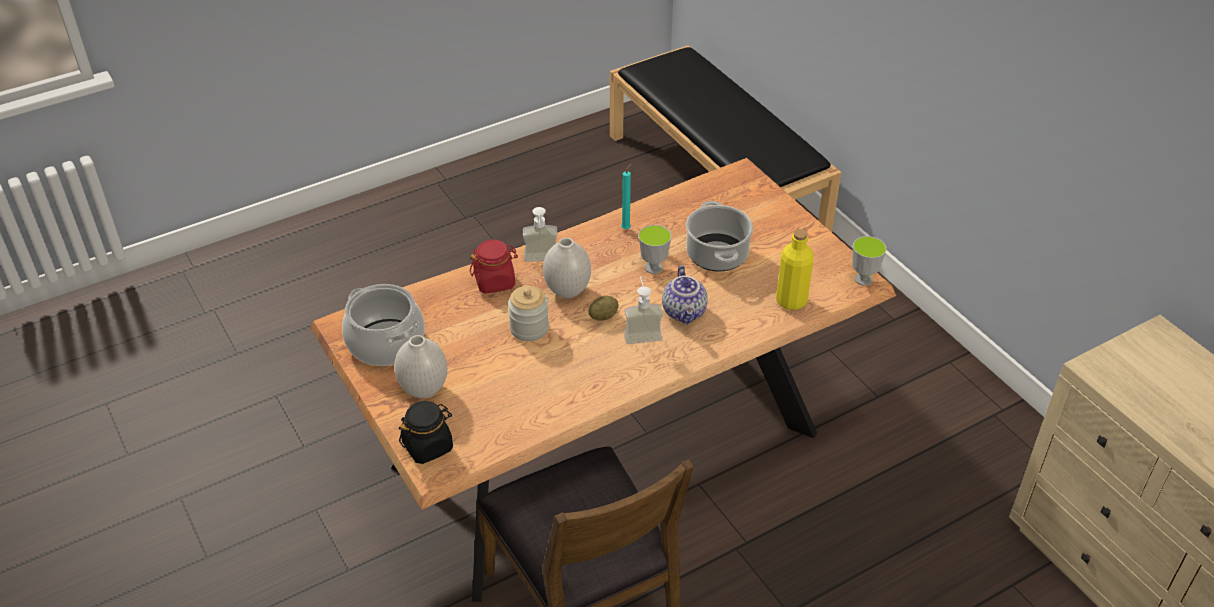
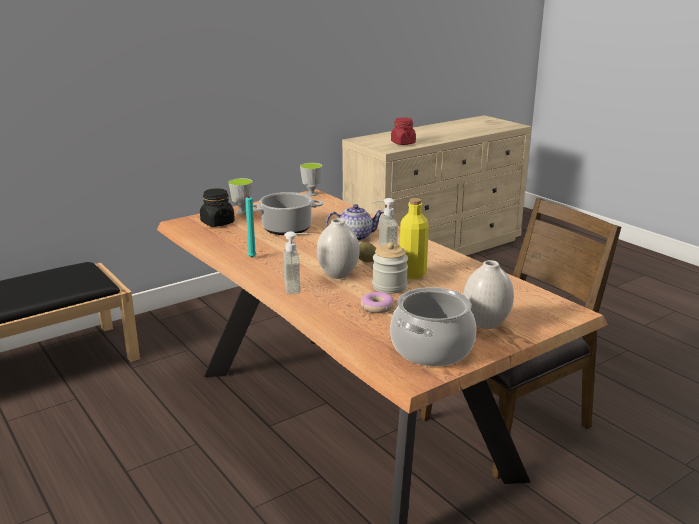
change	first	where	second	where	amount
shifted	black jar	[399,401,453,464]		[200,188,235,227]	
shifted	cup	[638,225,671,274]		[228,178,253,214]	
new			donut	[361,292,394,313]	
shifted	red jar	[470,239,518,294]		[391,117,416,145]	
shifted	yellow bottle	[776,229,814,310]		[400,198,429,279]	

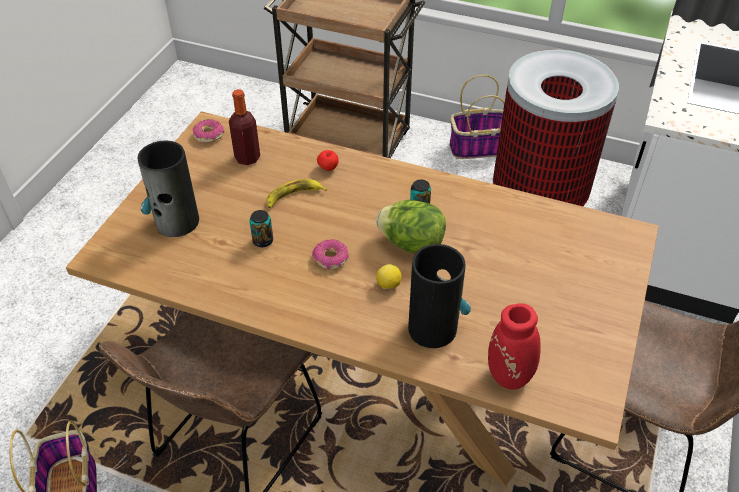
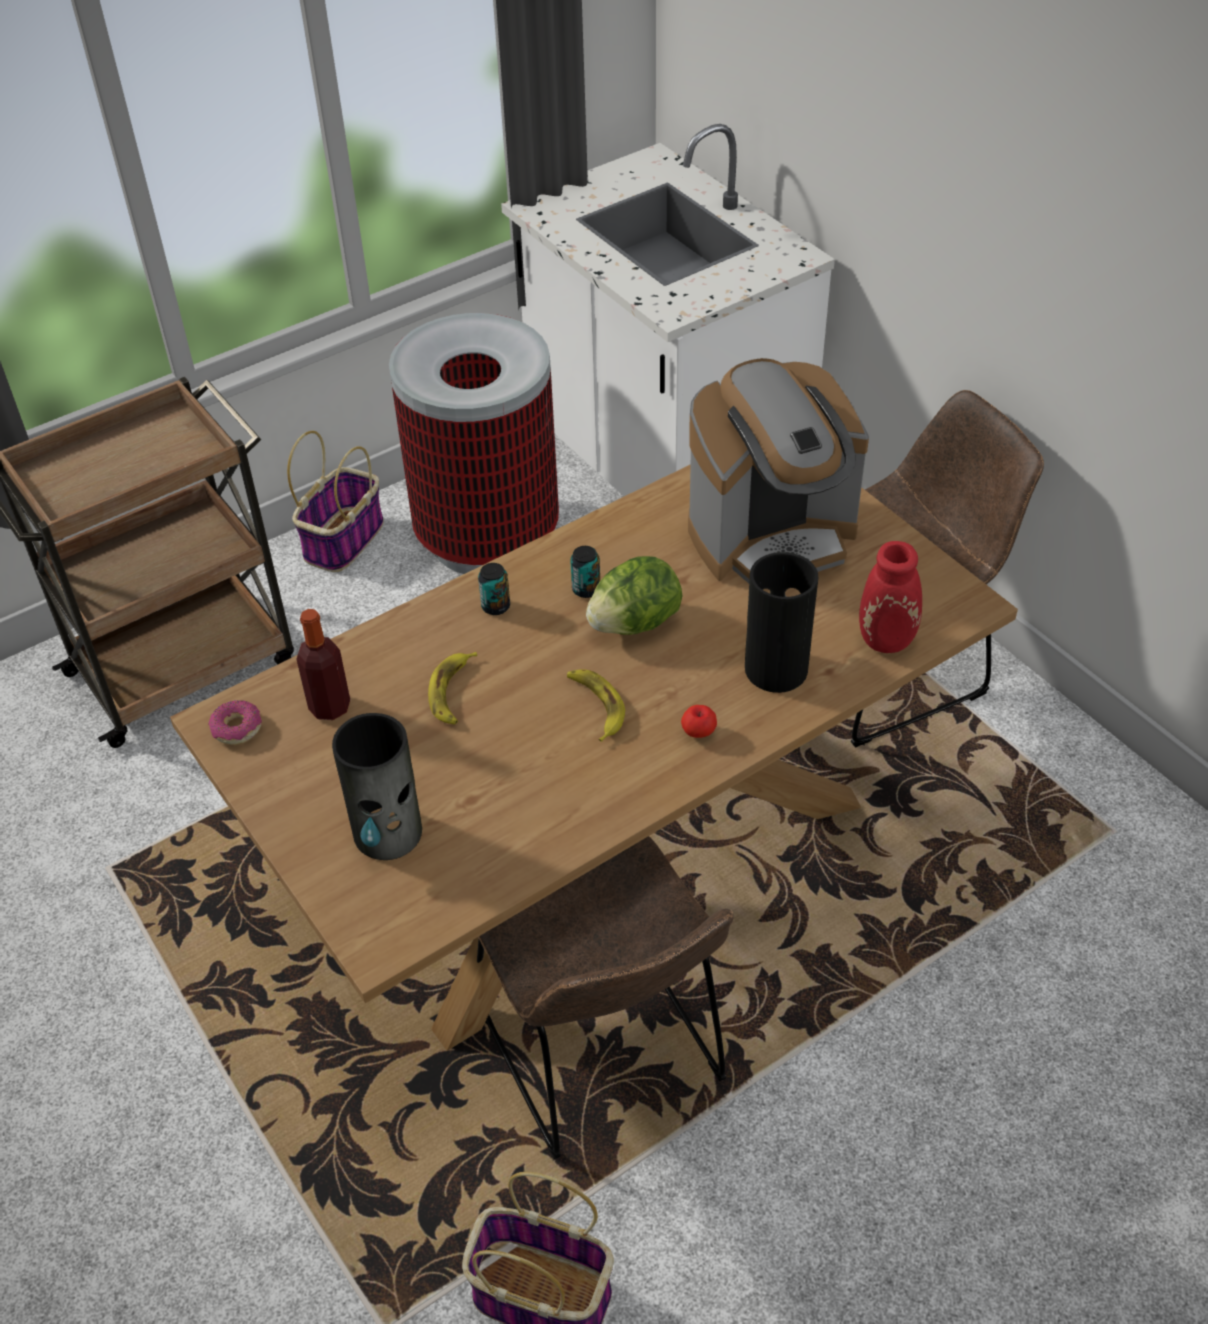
change	first	where	second	where	amount
shifted	can	[249,210,273,247]		[478,563,510,615]	
swapped	donut	[312,239,349,269]	banana	[567,669,625,742]	
shifted	apple	[317,150,339,171]		[681,705,717,738]	
new			coffee machine	[688,358,869,583]	
gone	lemon	[376,264,402,289]			

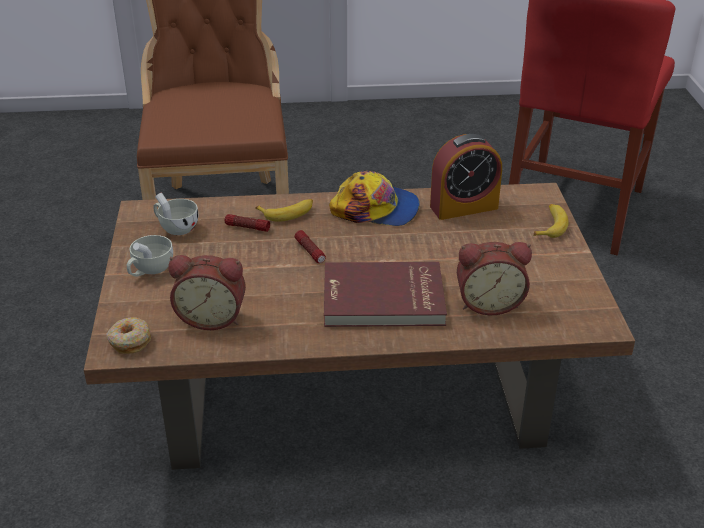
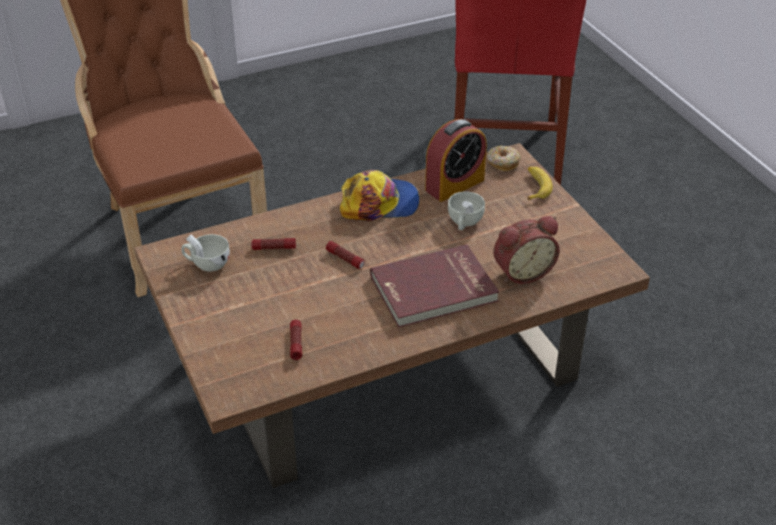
change	first	where	second	where	amount
swapped	alarm clock	[168,255,246,330]	flashlight	[290,320,302,360]	
shifted	white cup	[127,235,173,277]		[448,191,485,230]	
shifted	donut	[107,317,151,354]		[487,146,521,171]	
gone	banana	[255,199,313,222]			

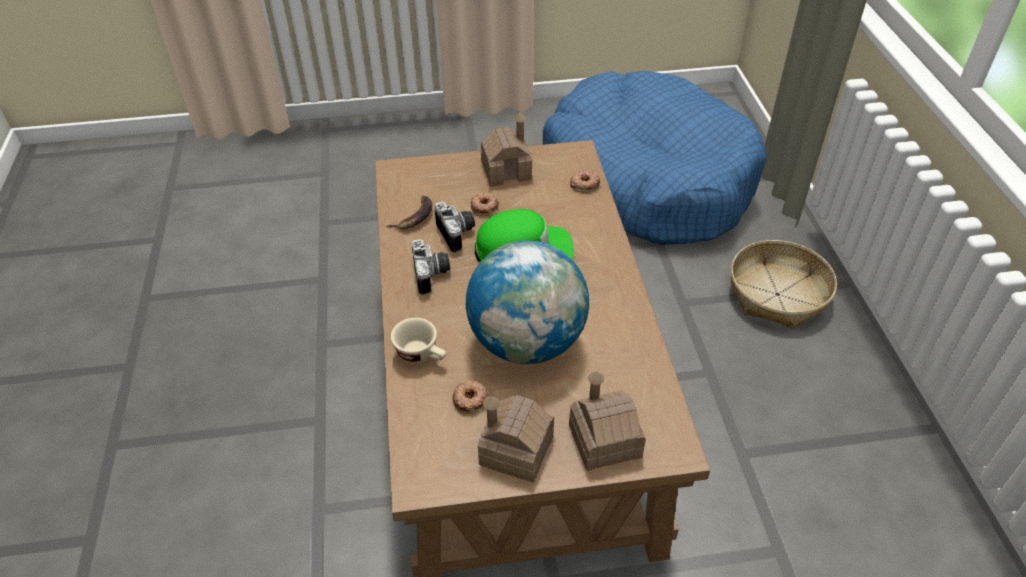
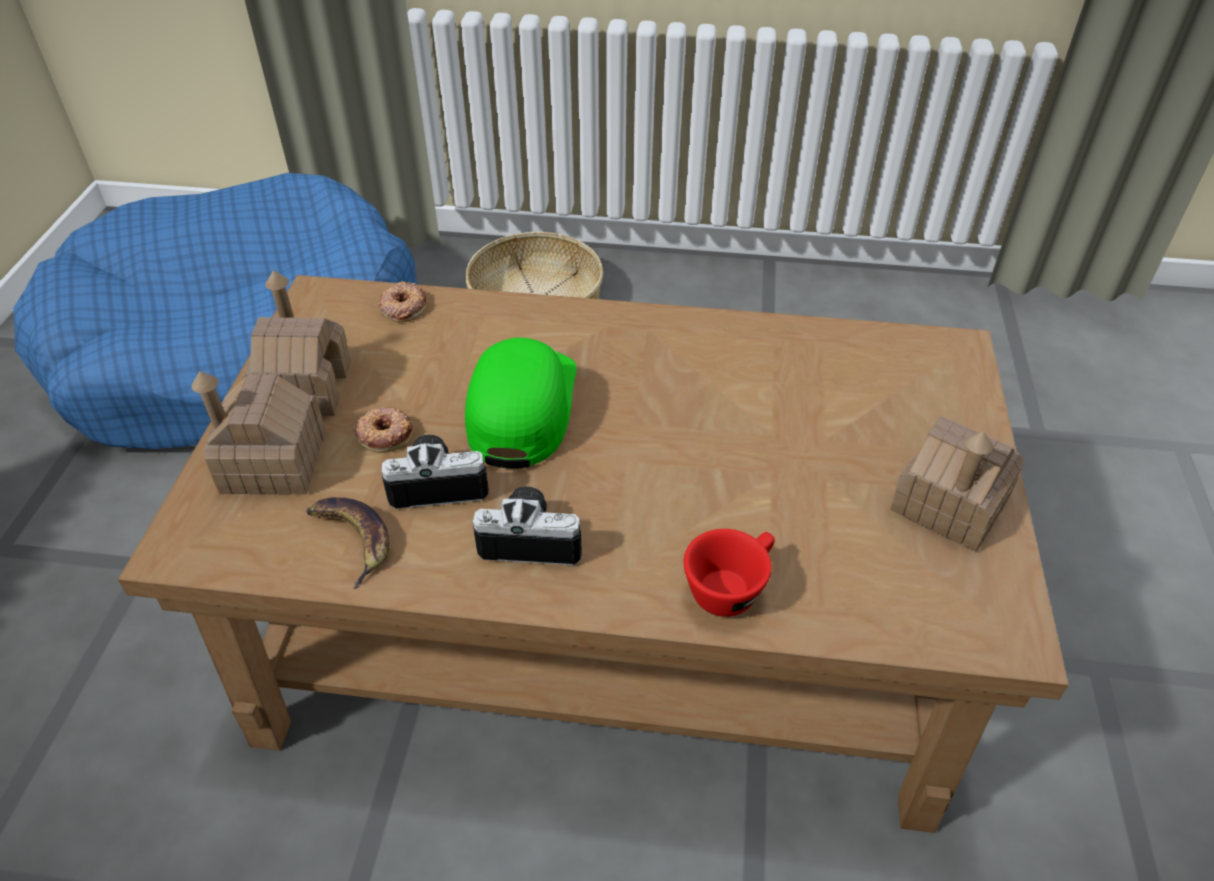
change	first	where	second	where	amount
shifted	toy house	[569,371,646,471]		[191,371,326,494]	
repainted	beige cup	[391,318,447,364]	red cup	[684,529,775,617]	
gone	donut	[453,380,488,414]			
gone	globe	[466,240,589,364]			

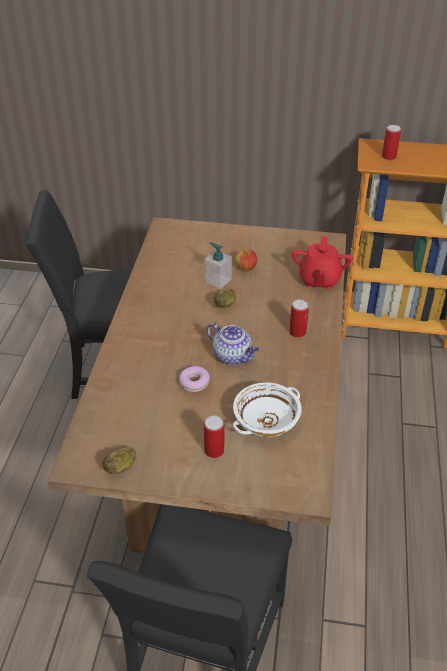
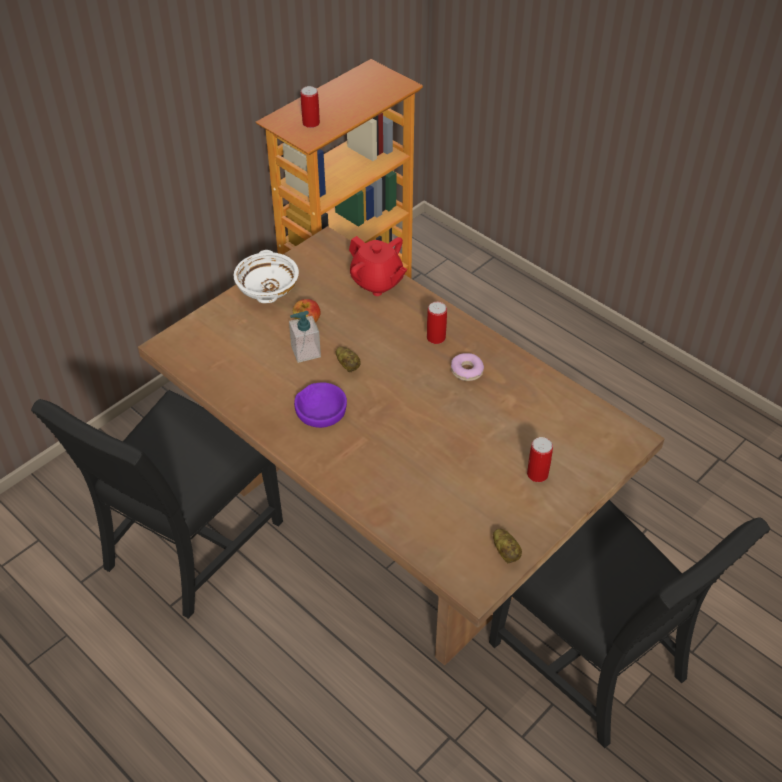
change	first	where	second	where	amount
shifted	white bowl	[233,382,302,437]		[233,250,299,303]	
new			purple bowl	[294,383,347,428]	
shifted	donut	[179,366,210,392]		[451,353,484,381]	
gone	teapot	[207,323,259,365]			

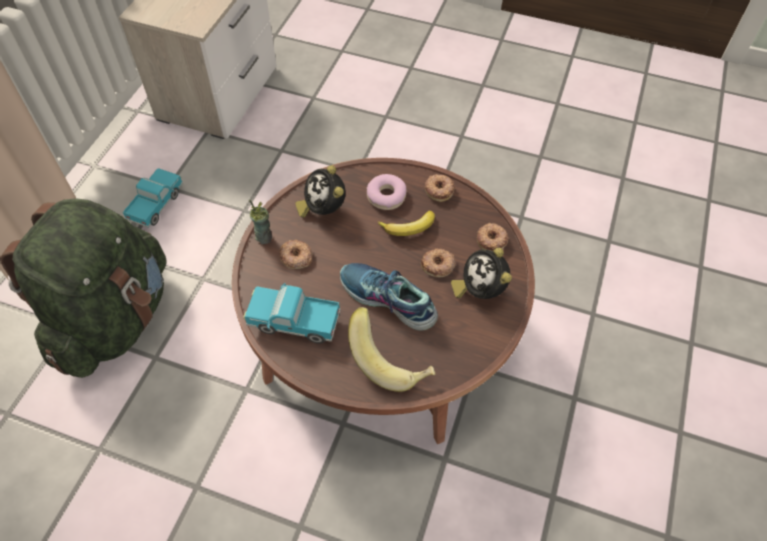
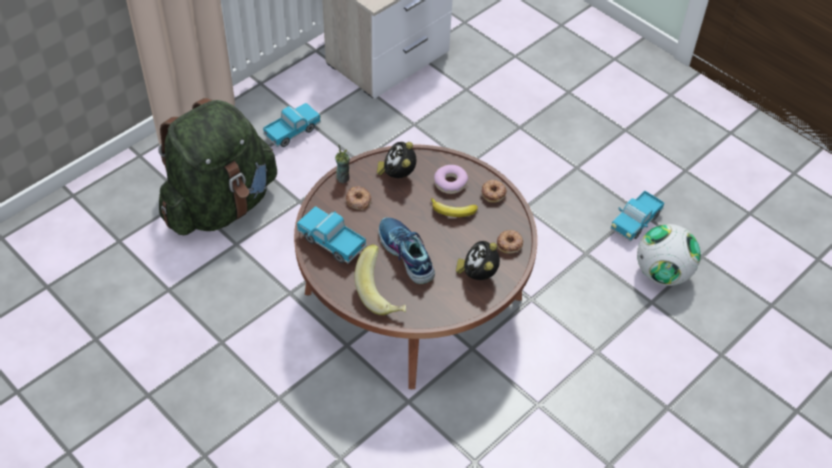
change	first	where	second	where	amount
new			toy truck	[610,191,664,242]	
new			football	[637,224,701,286]	
gone	donut	[421,249,456,277]			

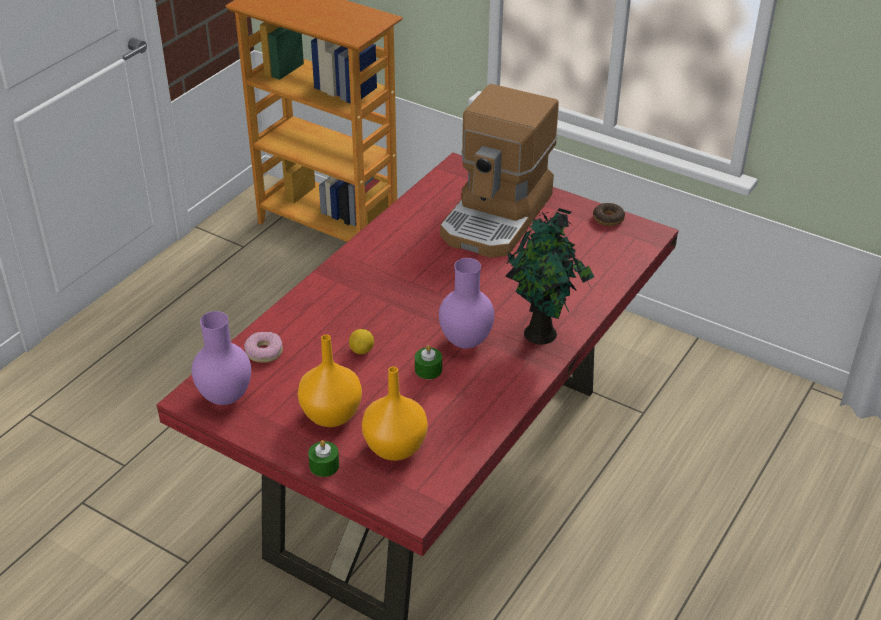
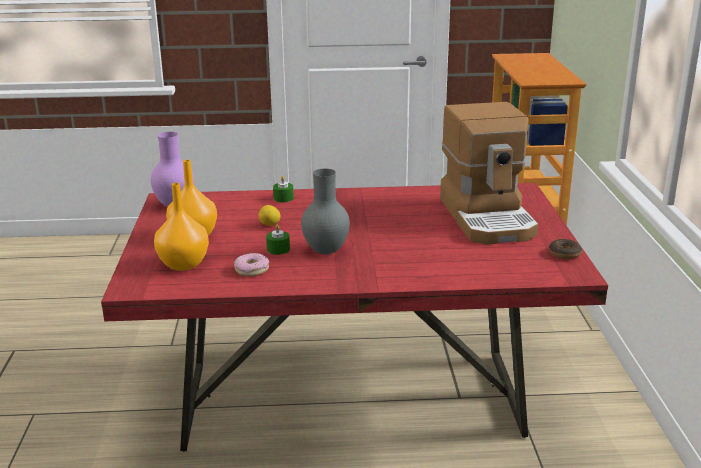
change	first	where	second	where	amount
shifted	donut	[244,332,283,363]		[234,253,269,277]	
shifted	green candle	[308,440,339,477]		[273,176,294,202]	
repainted	purple vase	[439,258,494,349]	grey vase	[301,169,350,255]	
rotated	coffee machine	[440,84,559,258]		[440,102,538,245]	90 degrees counterclockwise
gone	potted plant	[506,208,594,345]			

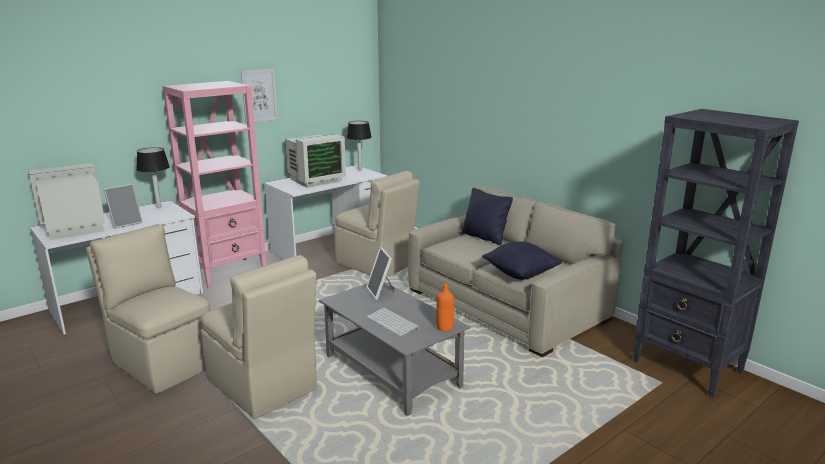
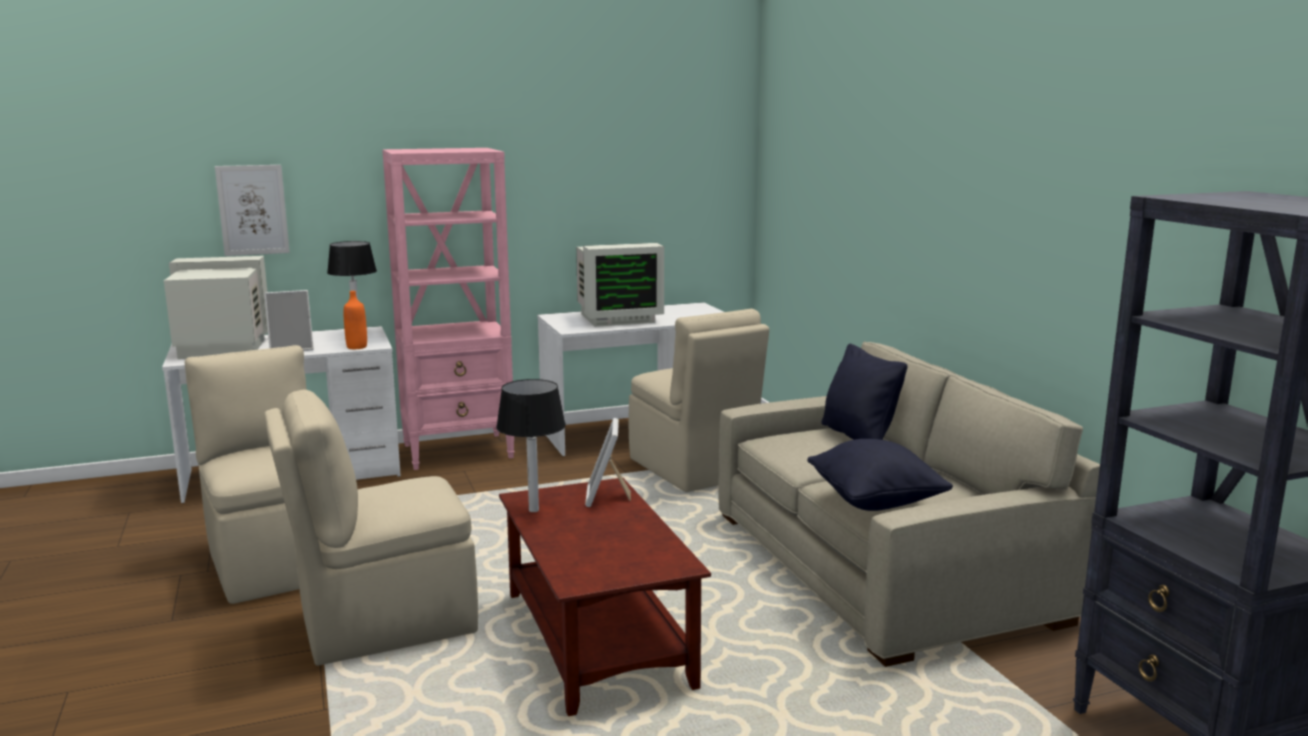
change	first	where	second	where	amount
shifted	picture	[241,69,278,123]		[215,165,290,256]	
rotated	beige chair	[201,255,317,419]		[264,389,478,666]	90 degrees clockwise
shifted	orange bottle	[436,284,454,331]		[344,291,367,349]	
shifted	table lamp	[346,121,372,170]		[496,379,566,512]	
repainted	grey coffee table	[319,281,470,416]	brown coffee table	[499,478,711,716]	
gone	keyboard	[366,307,420,337]			

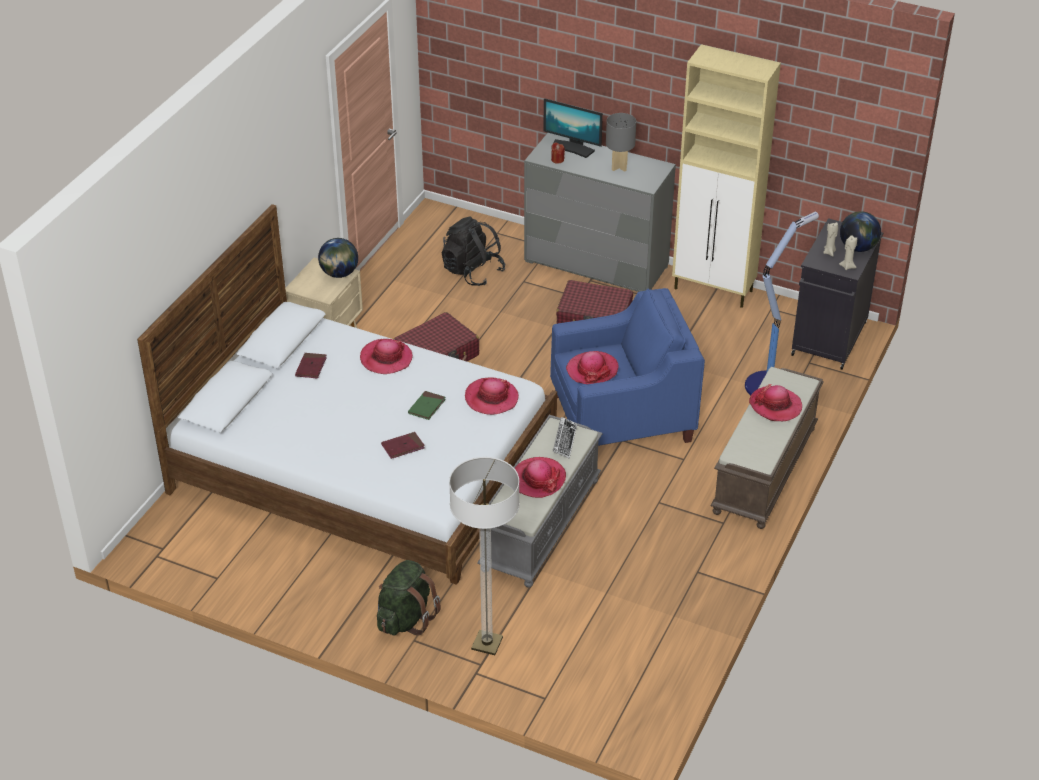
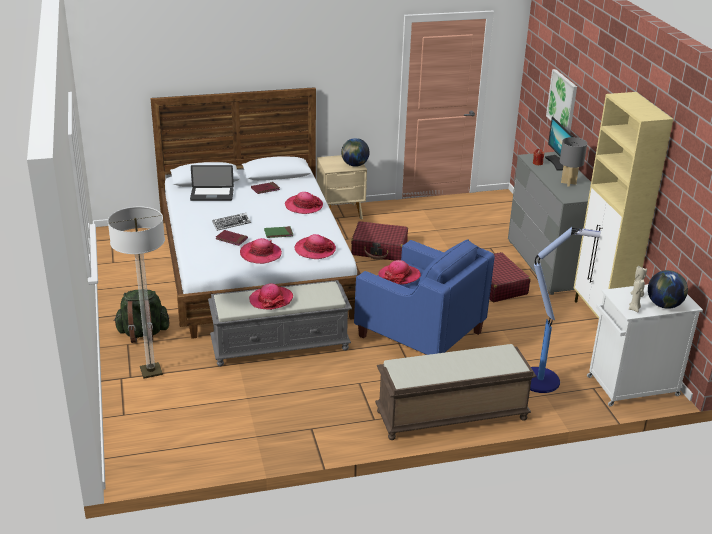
change	first	where	second	where	amount
new			laptop	[190,165,234,201]	
shifted	keyboard	[553,417,577,459]		[212,213,251,231]	
shifted	hat	[749,384,802,421]		[240,238,282,264]	
new			picture	[546,69,577,132]	
repainted	black cabinet	[791,218,883,370]	white cabinet	[587,284,703,407]	
gone	black backpack	[442,216,505,286]			

